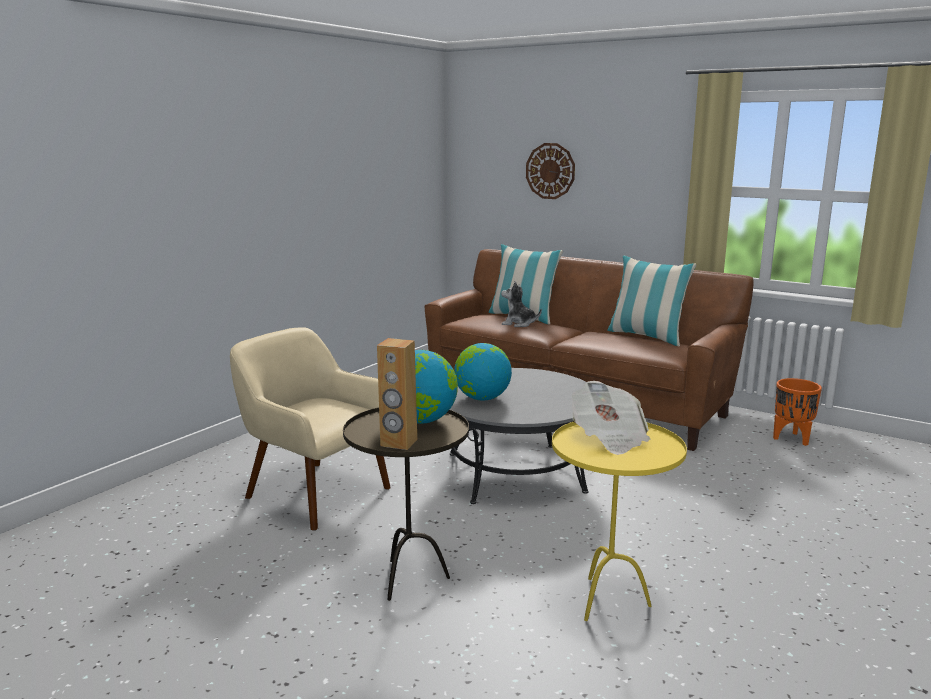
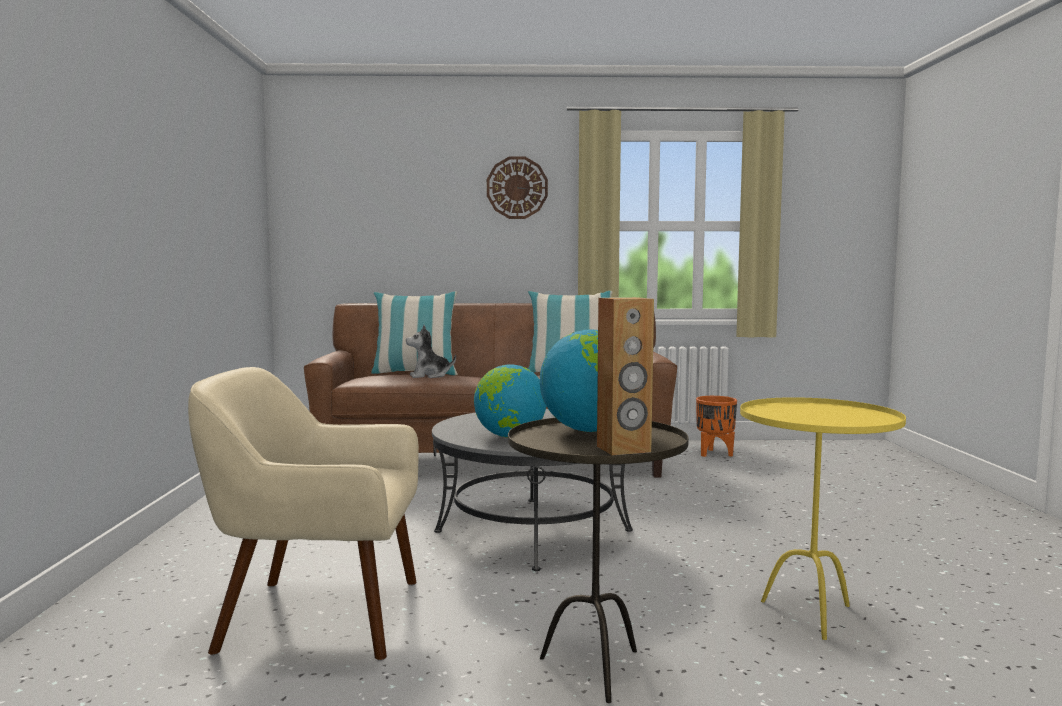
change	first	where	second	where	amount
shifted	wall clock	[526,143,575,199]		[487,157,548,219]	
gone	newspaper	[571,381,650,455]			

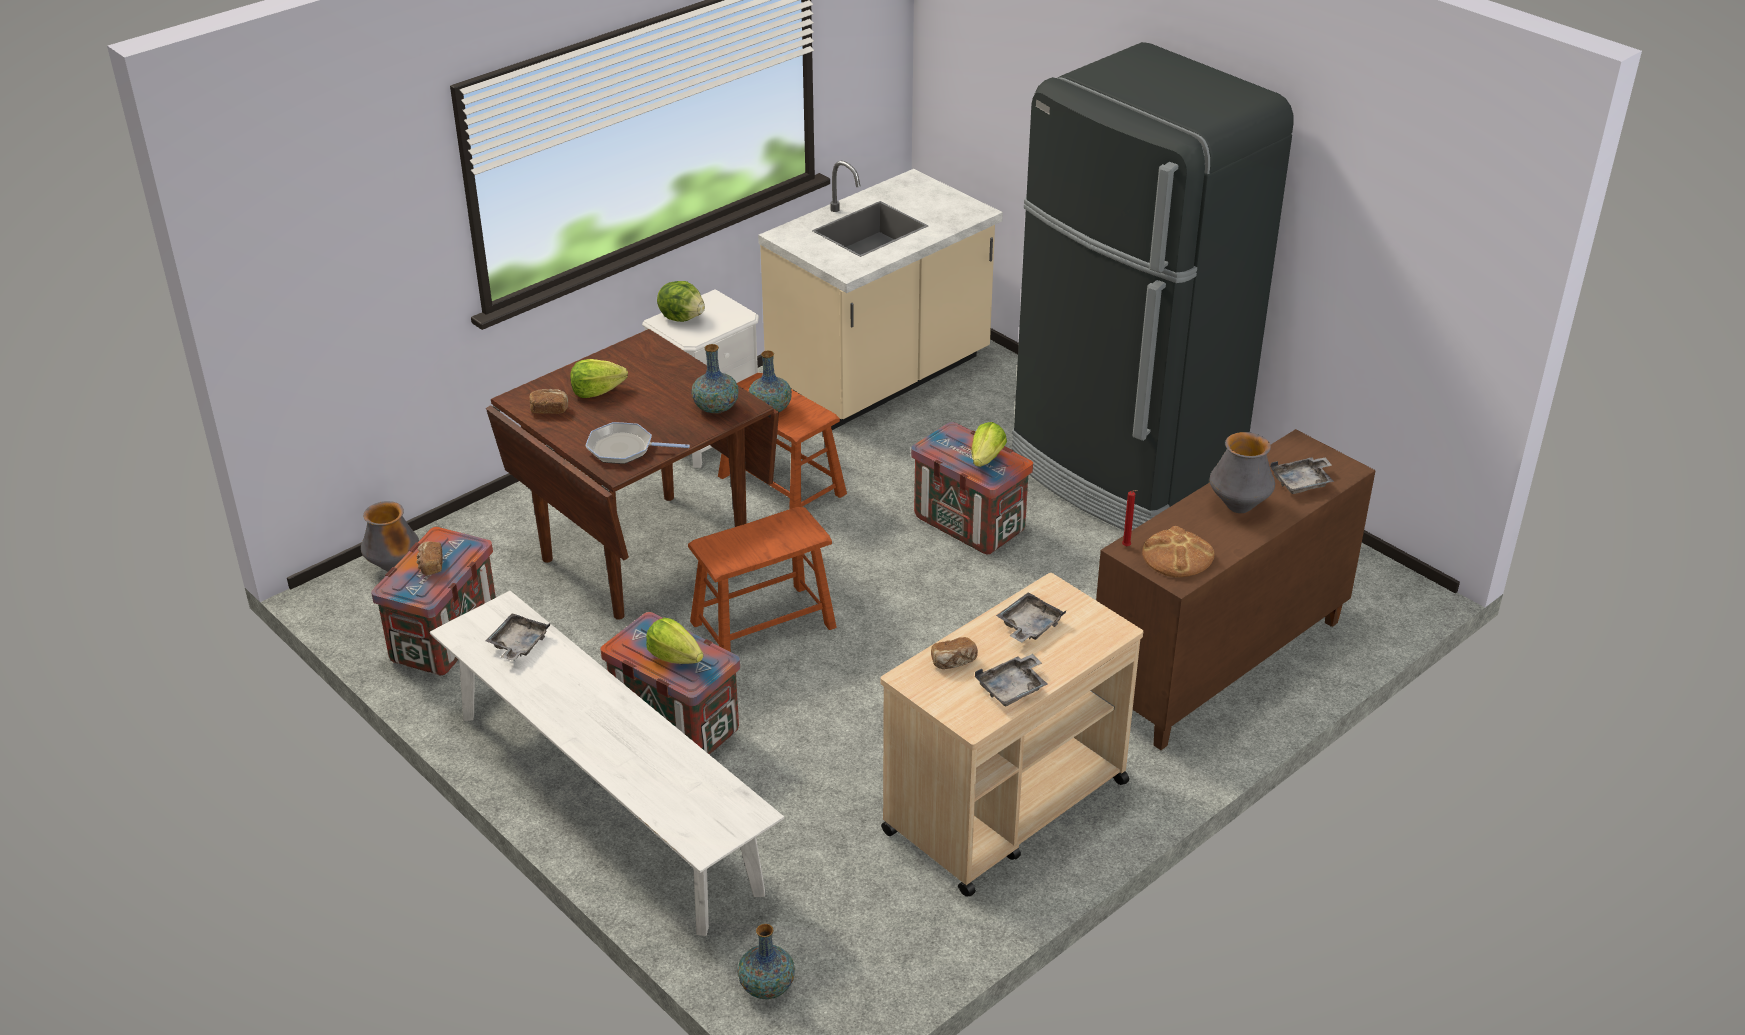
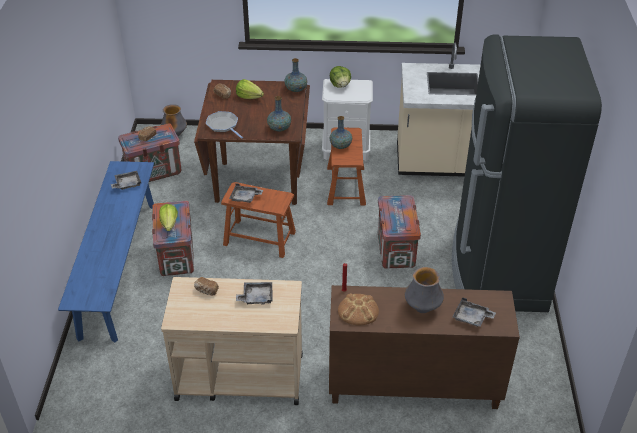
change	first	where	second	where	amount
repainted	white bench	[430,591,784,936]	blue bench	[58,161,154,343]	
shifted	grey tray	[975,654,1048,707]		[229,183,263,203]	
shifted	vase	[737,924,795,999]		[284,58,307,92]	
gone	lettuce	[971,422,1007,467]			

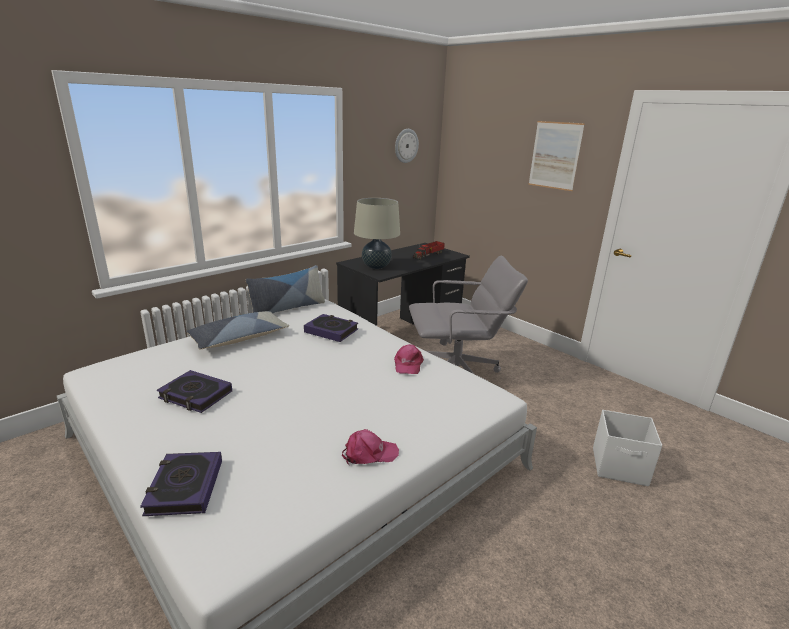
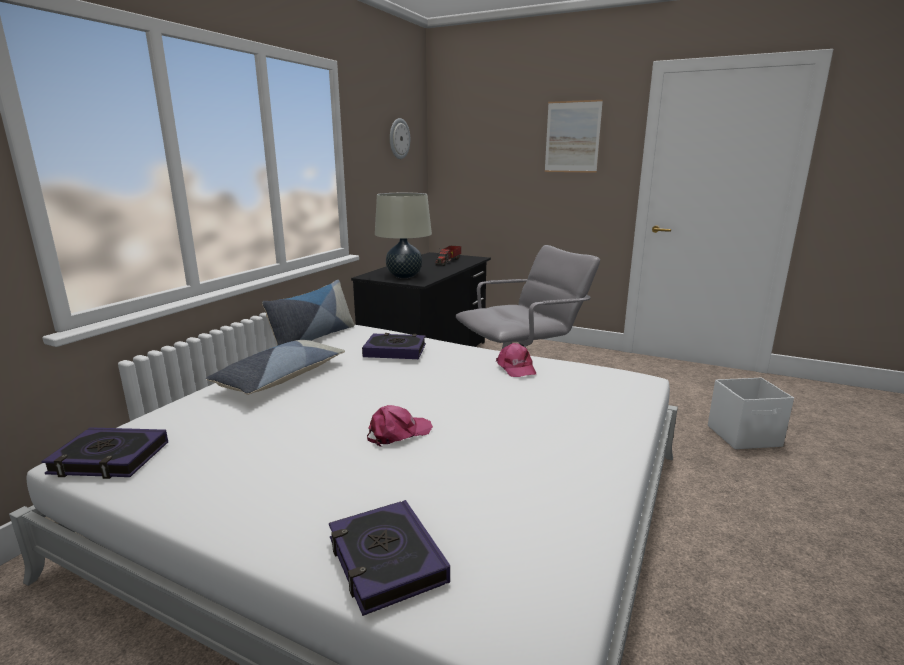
change	first	where	second	where	amount
shifted	book	[157,370,232,413]		[41,427,168,479]	
shifted	pink cap	[342,429,399,465]		[367,405,433,447]	

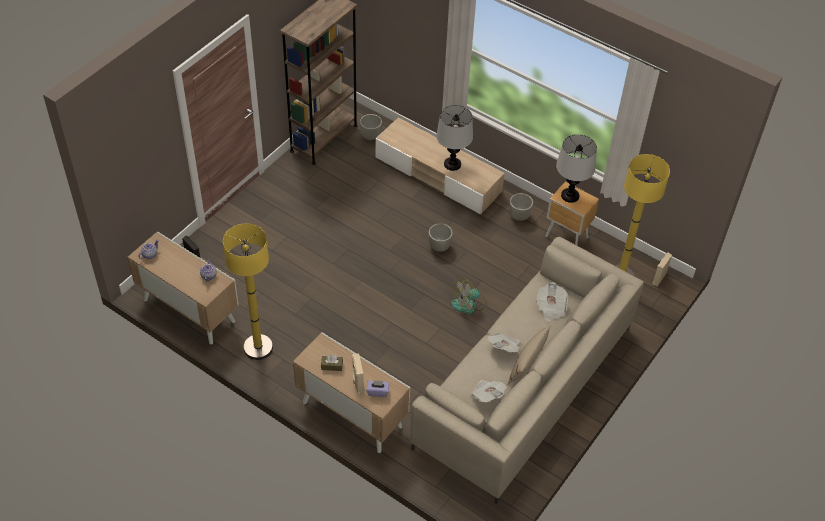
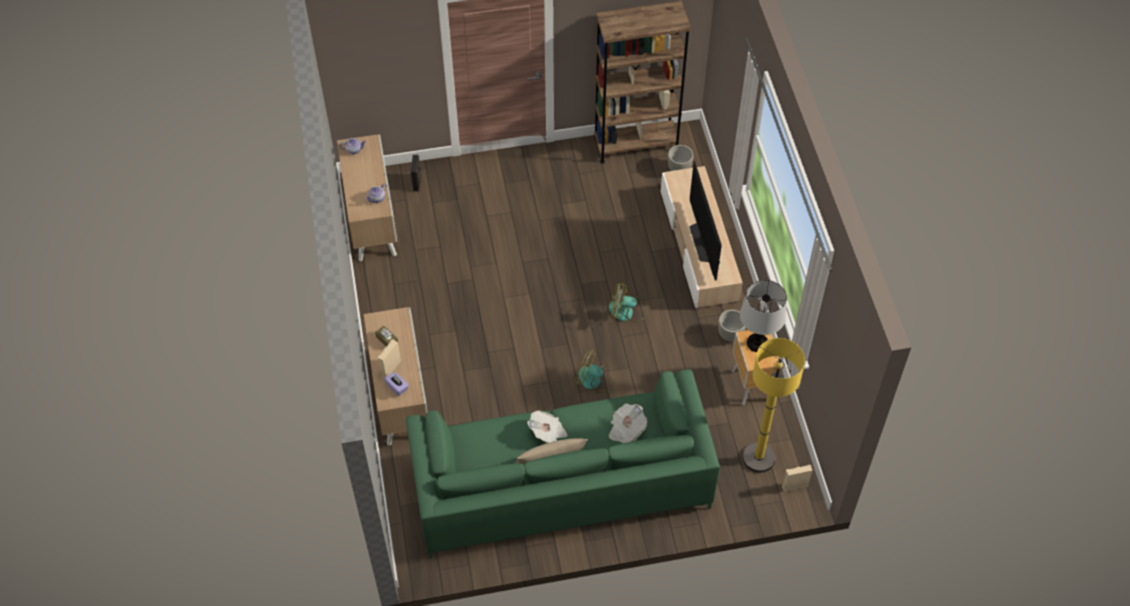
change	first	where	second	where	amount
repainted	beige sofa	[409,237,644,504]	green sofa	[406,369,720,559]	
swapped	grey planter	[428,223,453,252]	fan	[609,282,646,322]	
swapped	table lamp	[436,105,473,171]	television	[689,161,722,281]	
gone	yellow floor lamp	[223,223,273,360]			
gone	newspaper	[470,380,507,402]			

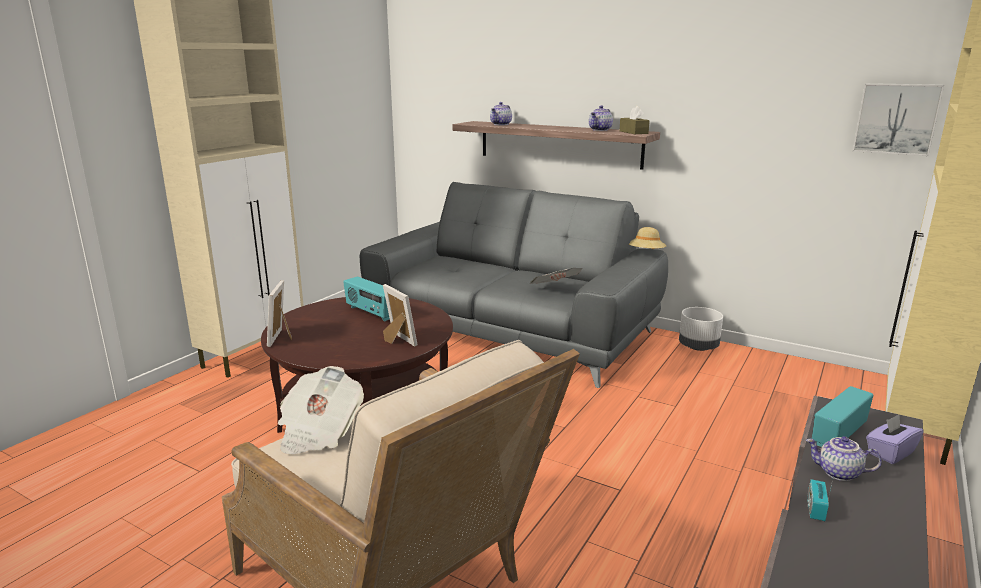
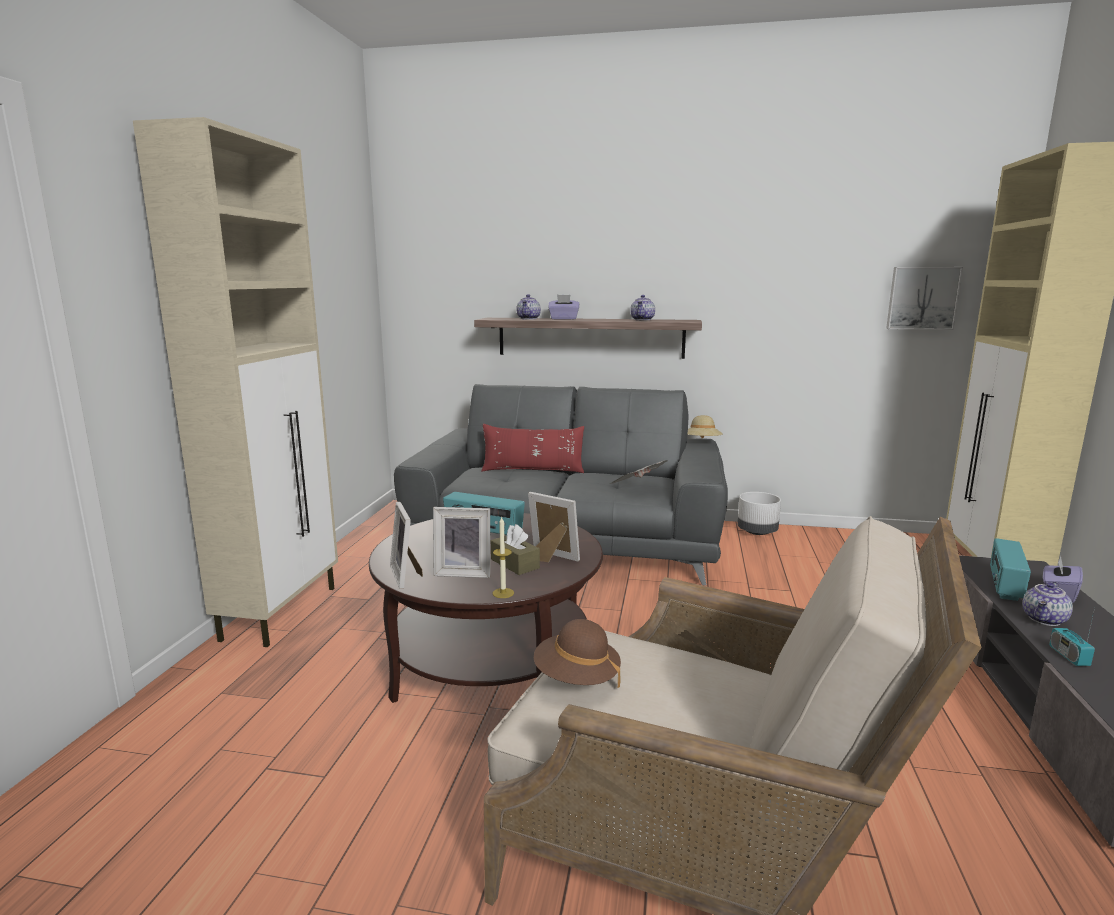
change	first	where	second	where	amount
new			picture frame	[433,507,490,578]	
new			red pillow	[481,424,584,473]	
shifted	brown tissue box	[619,106,650,134]		[491,524,540,575]	
new			candle	[492,516,514,598]	
swapped	newspaper	[278,366,364,454]	brown hat	[534,619,621,688]	
new			purple tissue box	[548,295,579,320]	
rotated	teapot	[806,436,882,481]		[1023,582,1073,626]	45 degrees counterclockwise

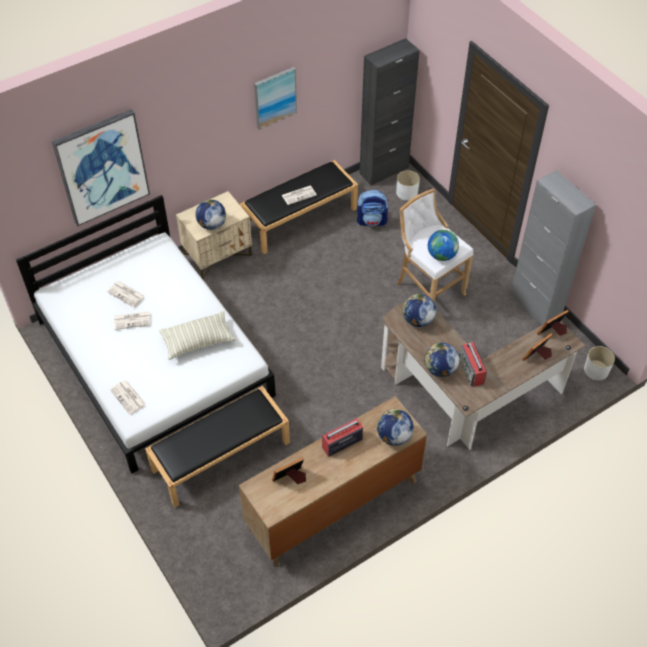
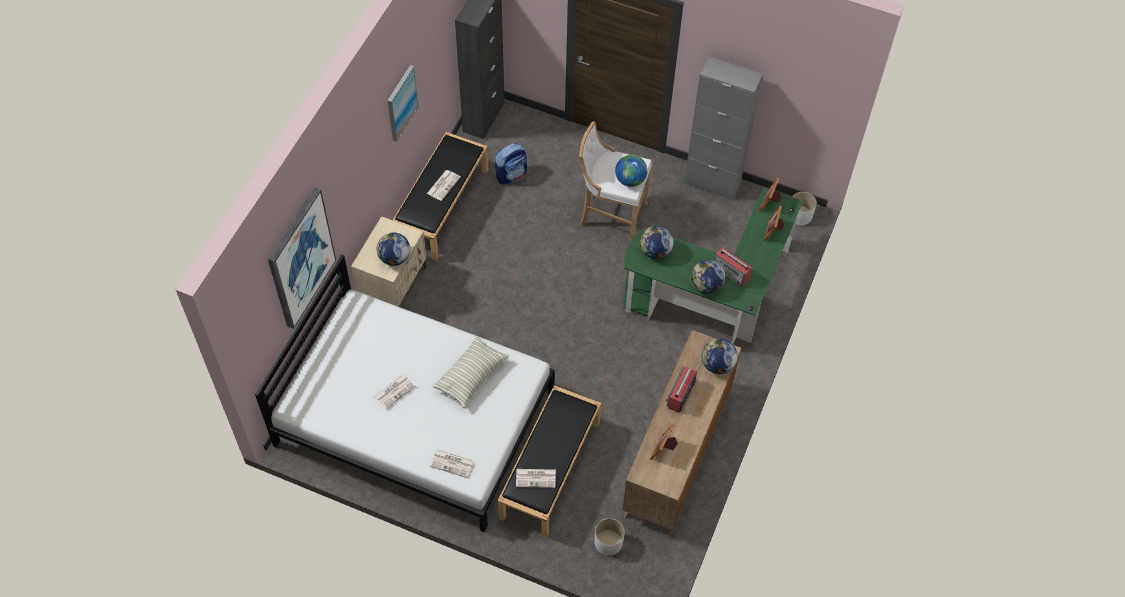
change	first	where	second	where	amount
shifted	newspaper	[107,281,145,307]		[516,469,556,488]	
shifted	white planter	[396,170,420,201]		[595,518,625,556]	
repainted	brown desk	[381,302,585,450]	green desk	[623,187,803,344]	

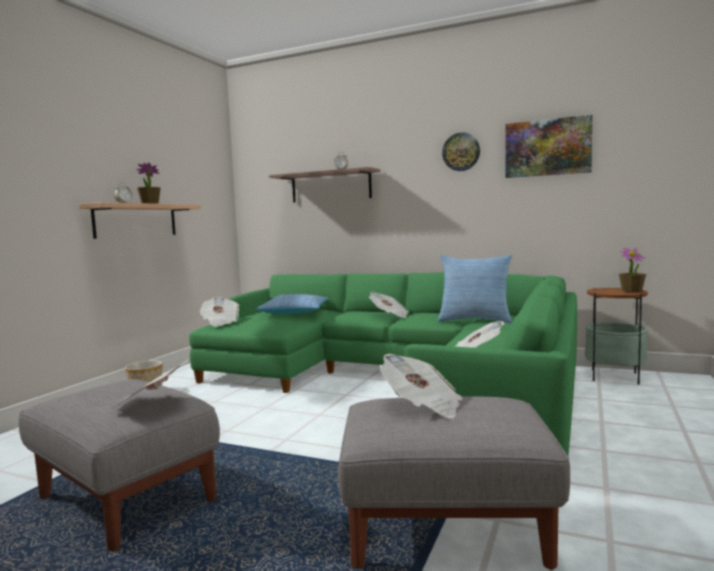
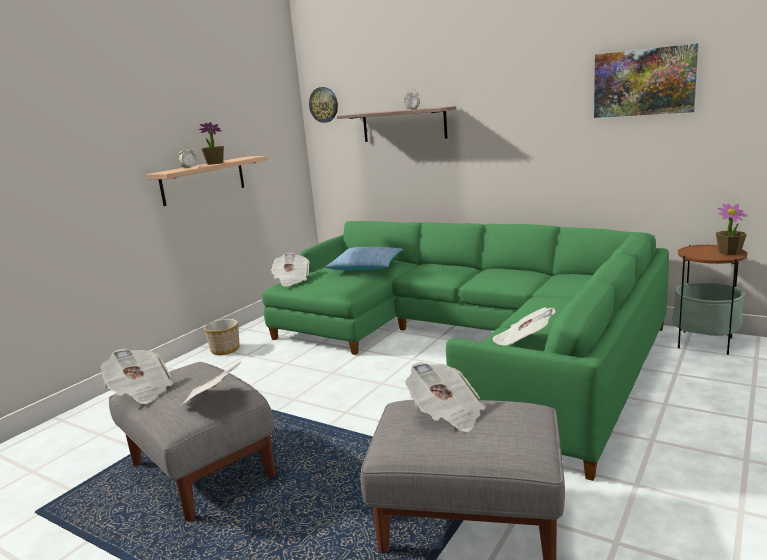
change	first	where	second	where	amount
shifted	newspaper	[369,292,409,318]		[100,349,173,404]	
shifted	wall clock	[442,132,480,171]		[309,87,338,123]	
gone	pillow	[438,254,512,323]			

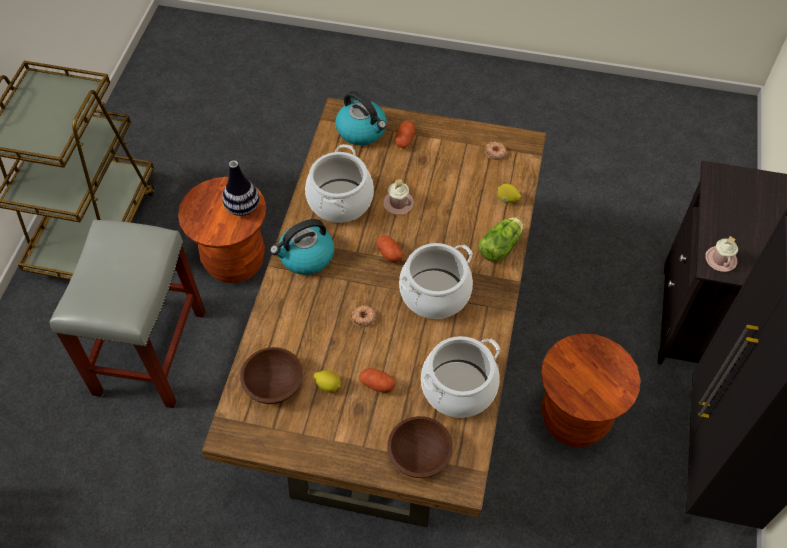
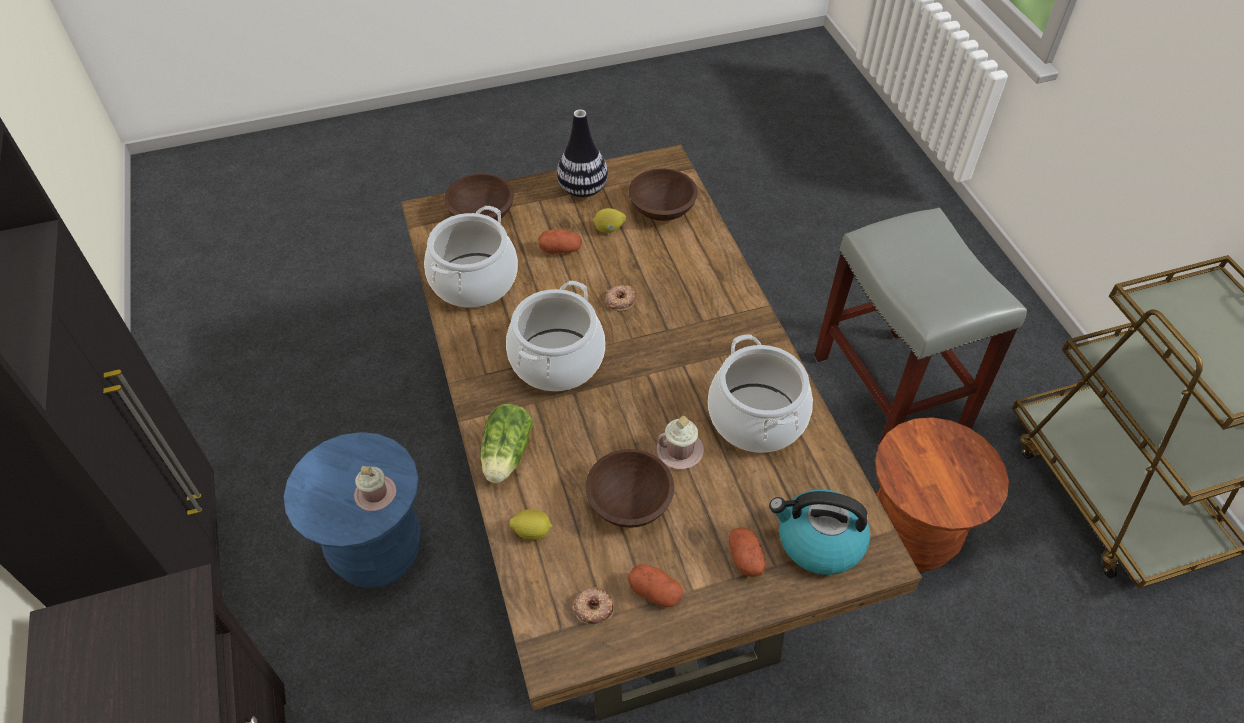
change	first	where	second	where	amount
repainted	brown stool	[541,333,640,447]	blue stool	[284,432,421,588]	
shifted	pink mug	[705,236,738,272]		[354,466,396,511]	
shifted	vase	[222,160,259,216]		[557,109,608,198]	
new			brown bowl	[586,449,674,528]	
shifted	potato	[377,236,403,263]		[628,564,684,607]	
gone	kettle	[270,219,334,275]			

